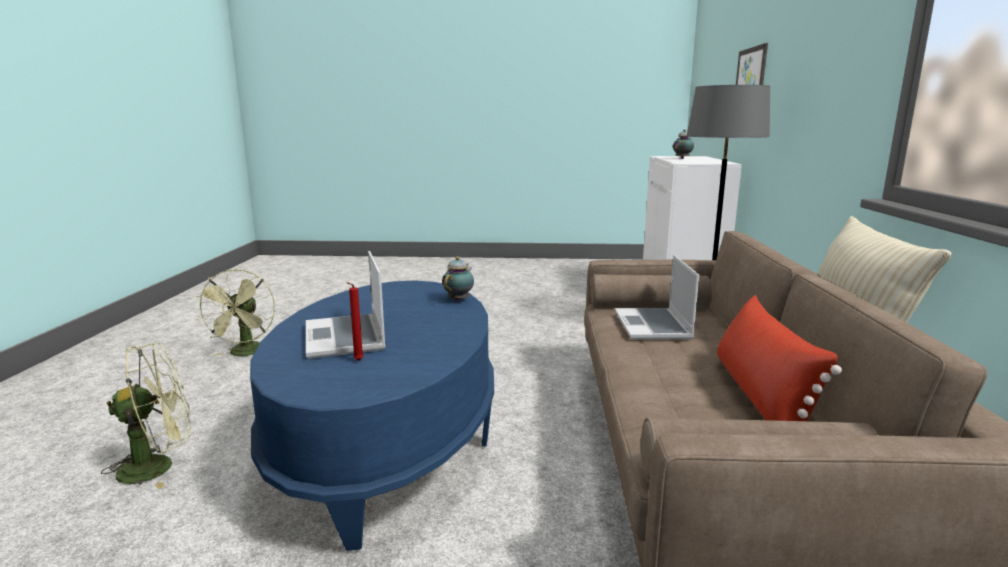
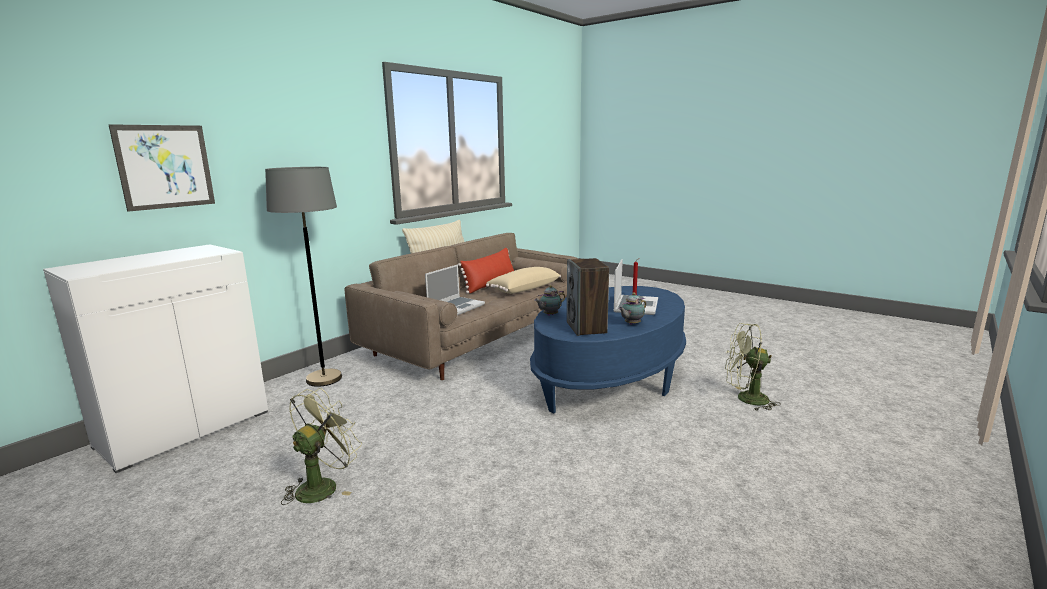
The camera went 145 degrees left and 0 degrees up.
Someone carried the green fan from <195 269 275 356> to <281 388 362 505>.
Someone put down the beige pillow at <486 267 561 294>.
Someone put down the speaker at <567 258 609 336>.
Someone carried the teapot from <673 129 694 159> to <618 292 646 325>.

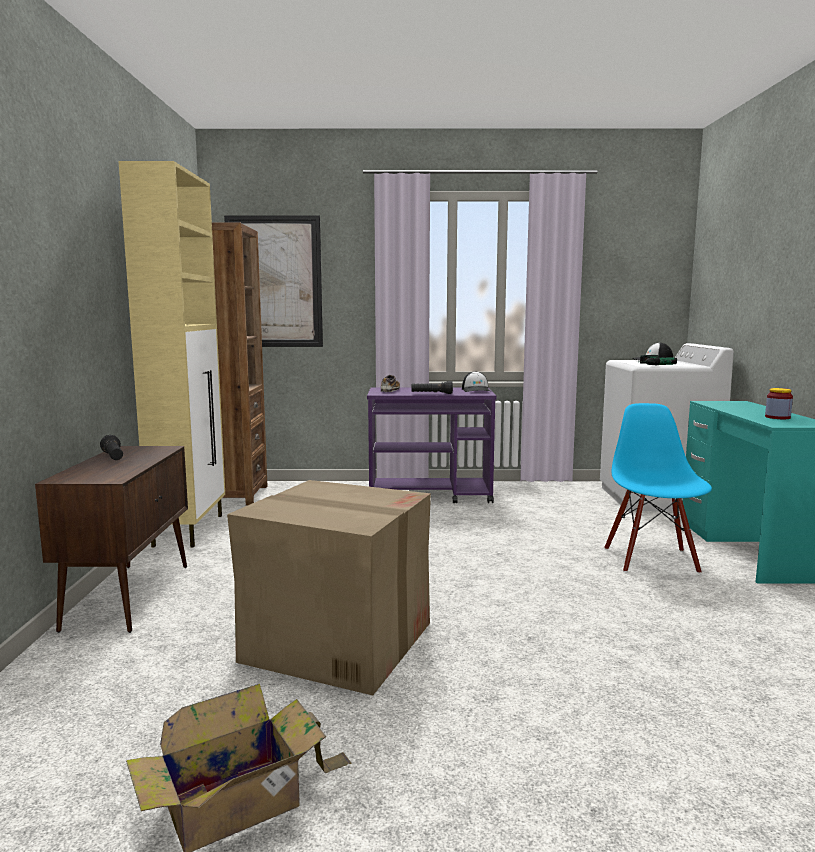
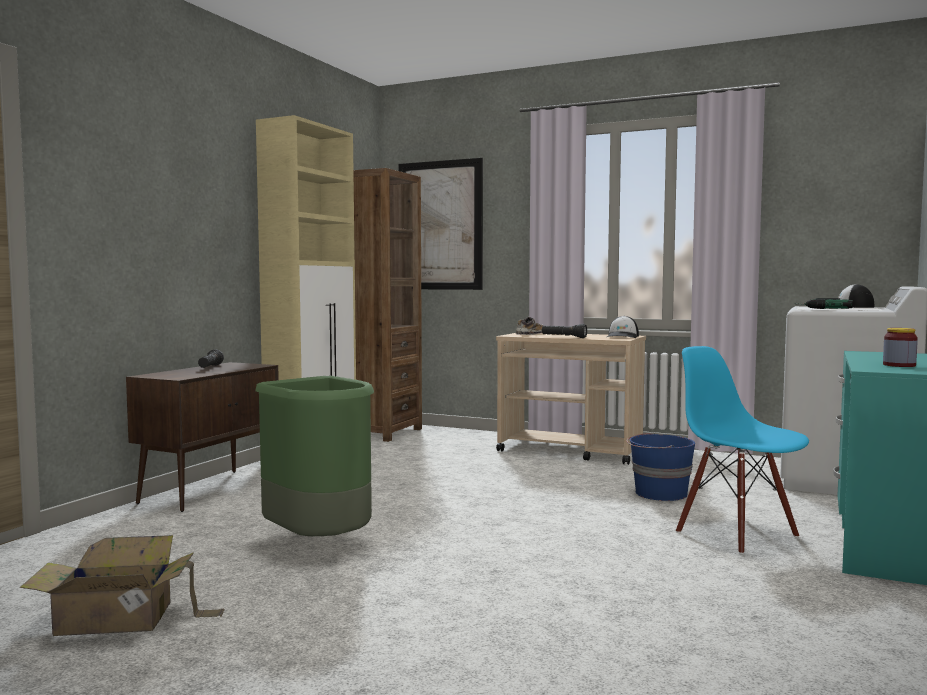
The camera went 25 degrees right and 5 degrees down.
Someone swapped the cardboard box at <227 480 431 695> for the green trash can at <255 376 374 536>.
Someone repainted the purple cart at <367 388 497 503>, which became the beige cart at <496 333 646 465>.
Someone put down the blue bucket at <626 432 695 501>.
Someone rotated the blue chair at <604 403 712 574> by 60 degrees counterclockwise.

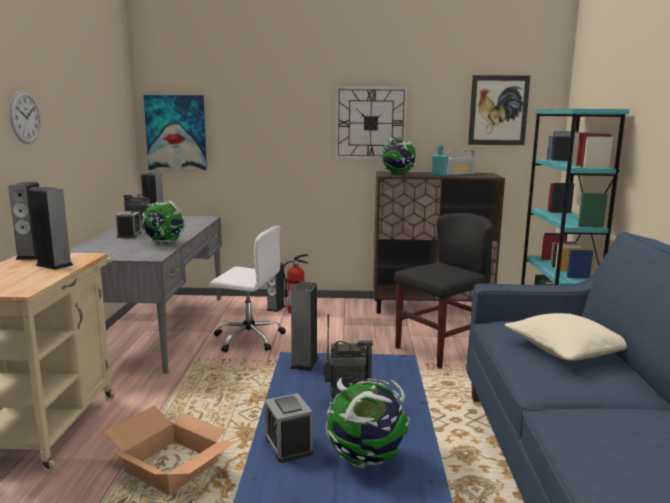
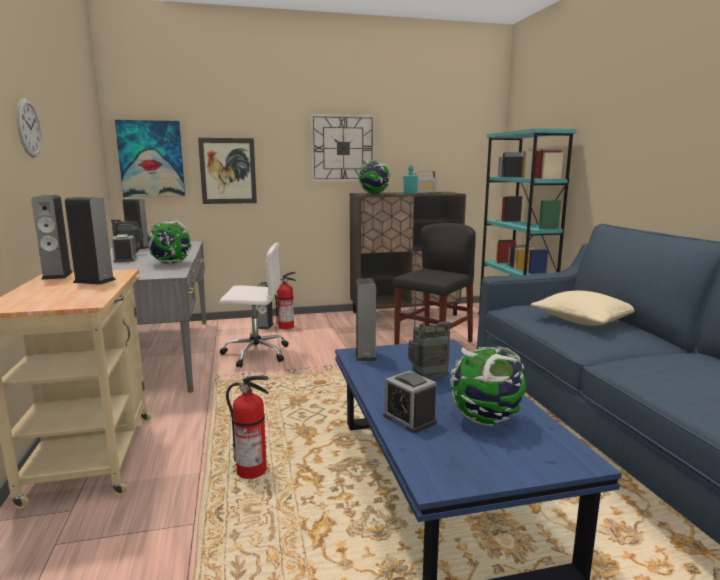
The camera went 15 degrees left and 0 degrees up.
Someone carried the picture from <468 75 530 145> to <198 138 257 204>.
Someone swapped the cardboard box at <104 406 238 495> for the fire extinguisher at <226 376 269 479>.

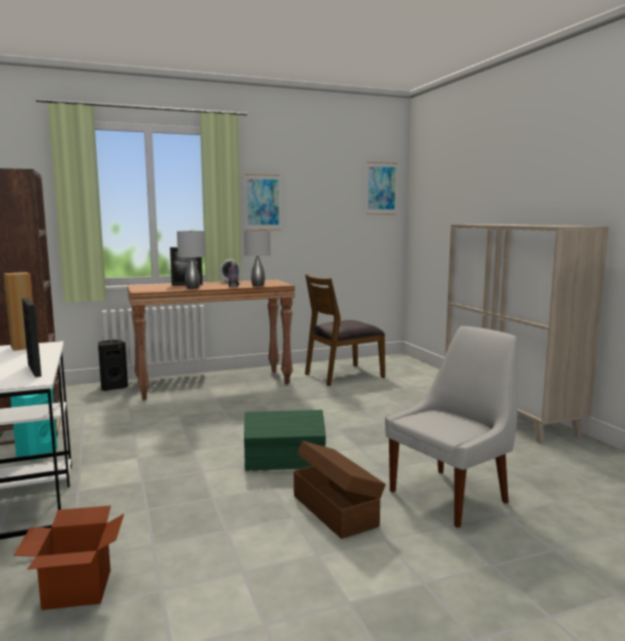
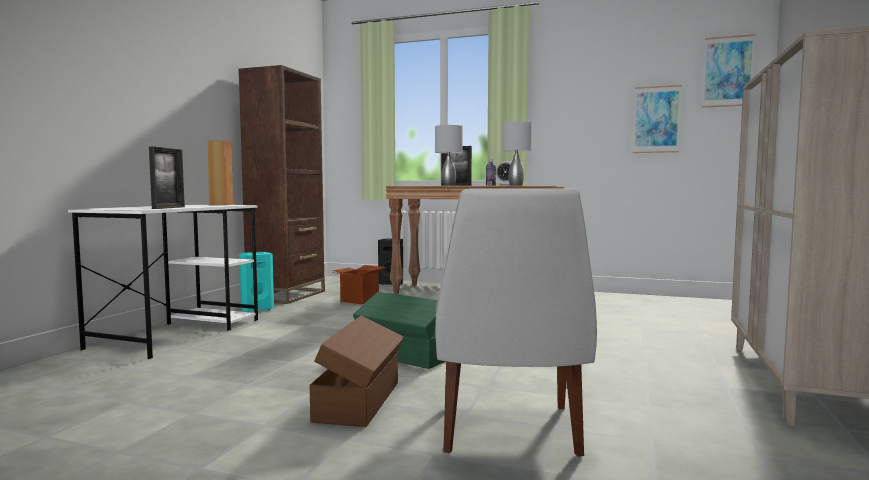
The camera went 40 degrees right and 5 degrees down.
Someone carried the cardboard box from <13 506 124 610> to <333 265 385 305>.
Someone rotated the white chair at <385 326 518 528> by 90 degrees clockwise.
Someone carried the picture from <245 174 281 231> to <633 85 681 153>.
Someone took away the brown chair at <305 274 385 386>.

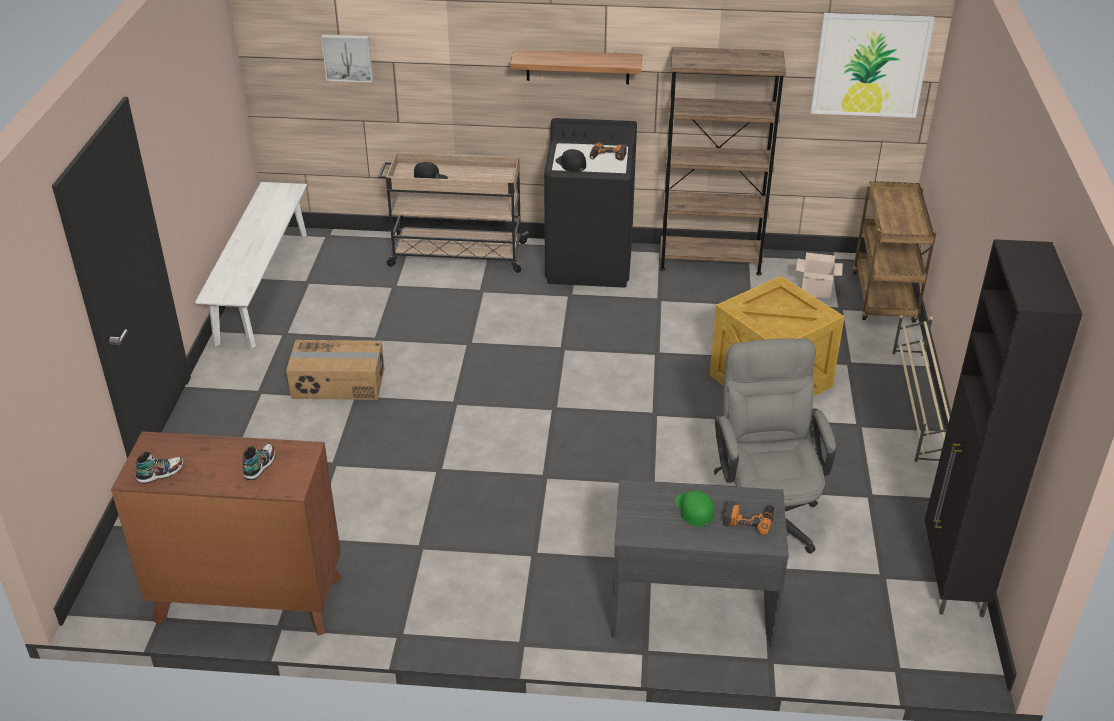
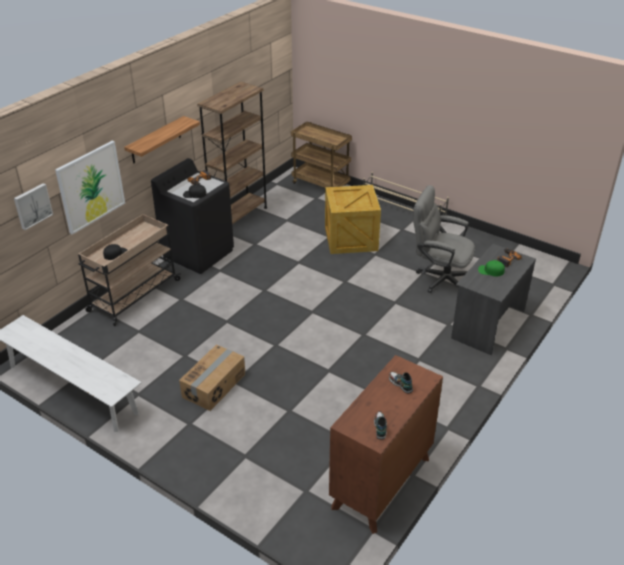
The camera went 60 degrees left and 0 degrees up.
Someone carried the picture from <811 13 934 118> to <55 141 125 235>.
Someone took away the cardboard box at <796 252 843 299>.
Someone took away the black cabinet at <924 239 1082 617>.

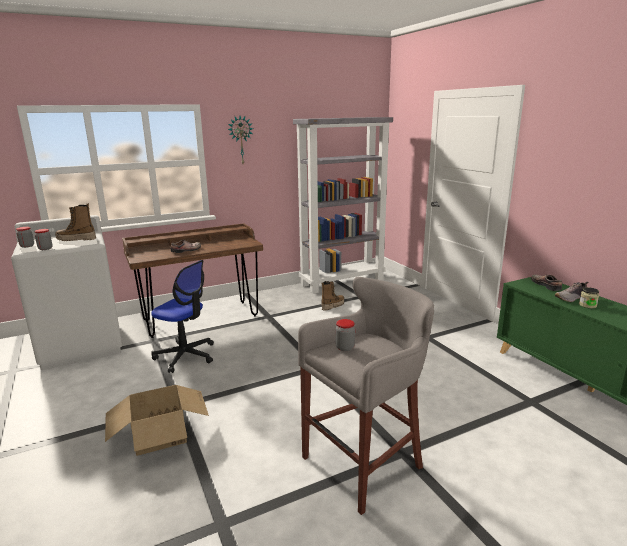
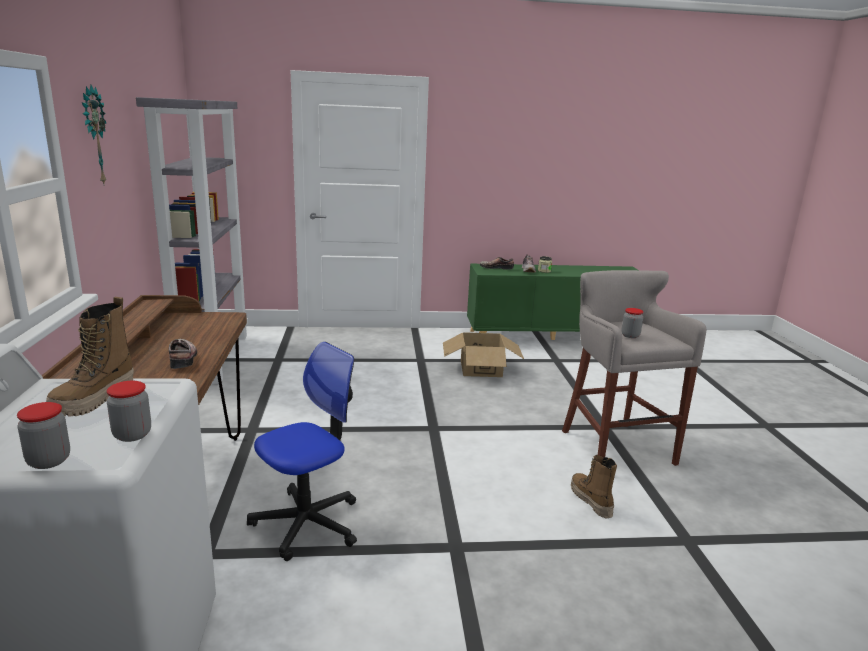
The camera went 70 degrees left and 0 degrees up.
Someone carried the cardboard box from <105 385 209 456> to <443 332 524 377>.
Someone carried the boot from <321 281 344 311> to <571 455 617 519>.

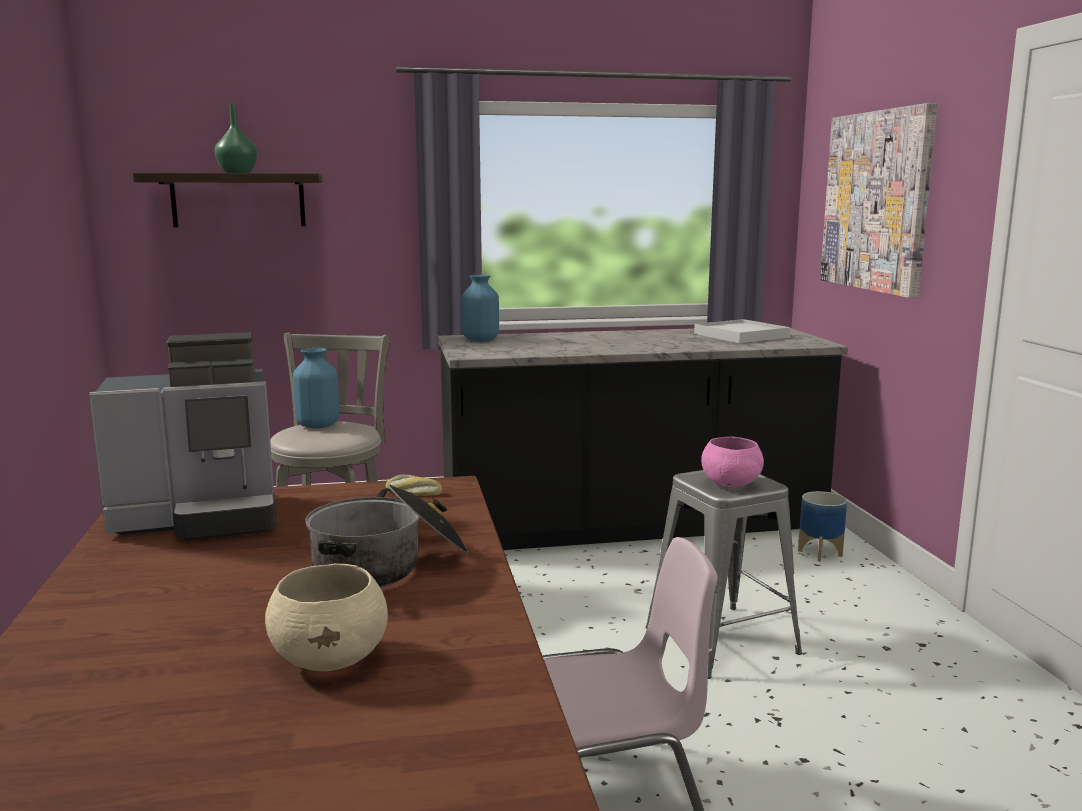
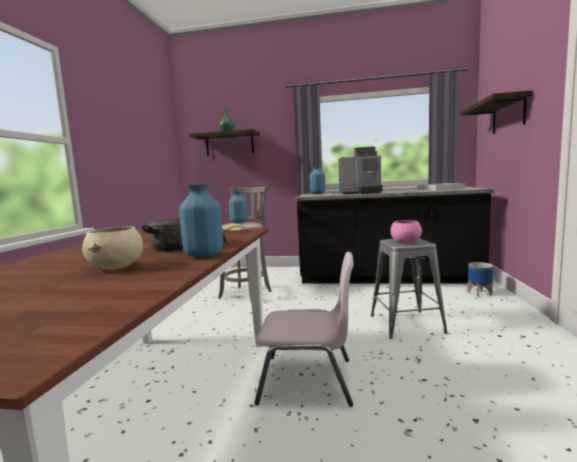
The camera went 20 degrees right and 5 degrees down.
Someone put down the blue vase at <179 184 223 258>.
Someone carried the coffee machine from <89 332 277 541> to <339 147 383 194>.
Someone swapped the picture at <820 103 937 298> for the shelf at <460 90 533 134>.

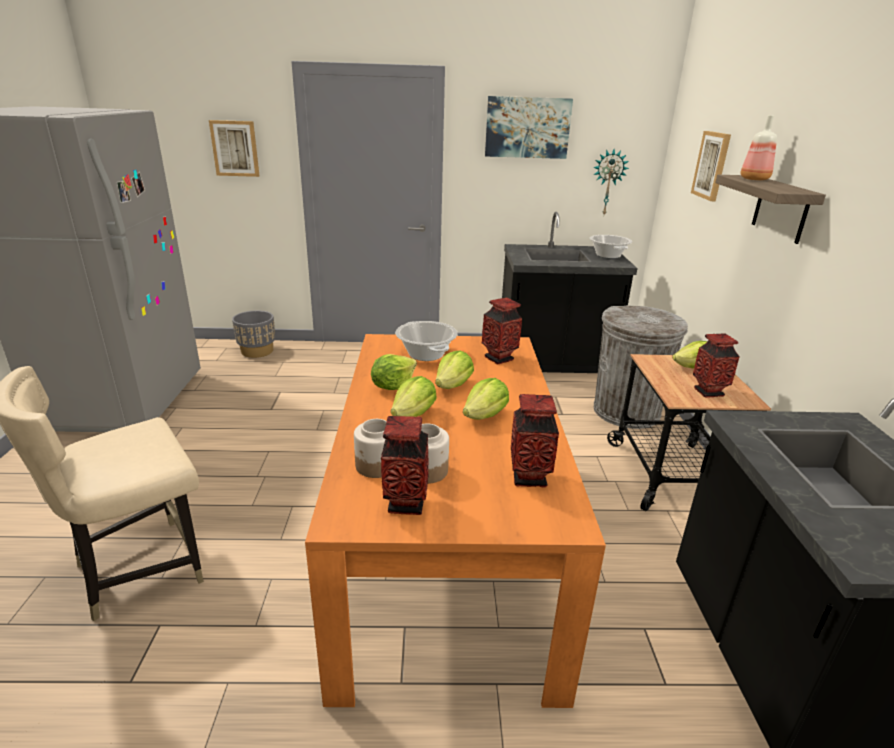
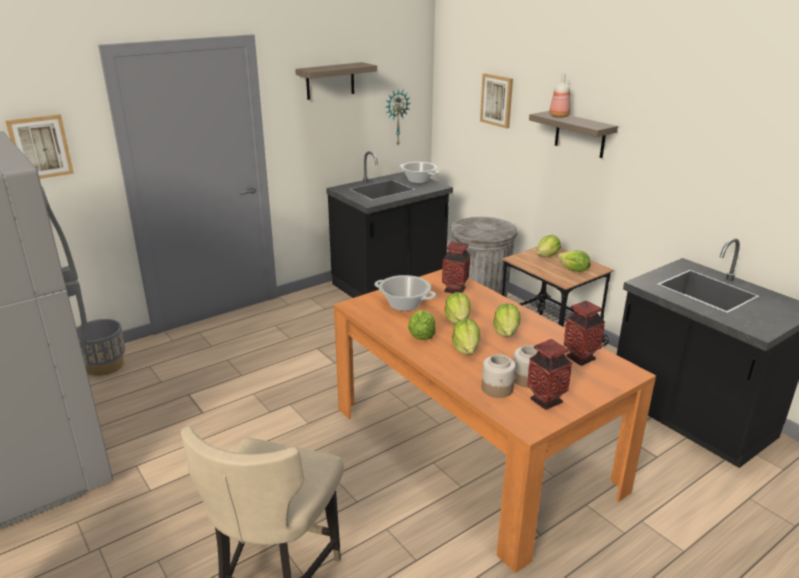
The camera went 35 degrees left and 0 degrees up.
Someone swapped the picture at <485 96 573 159> for the shelf at <295 62 377 100>.
Someone swapped the vase at <693 334 739 398> for the lettuce at <558 250 591 272>.

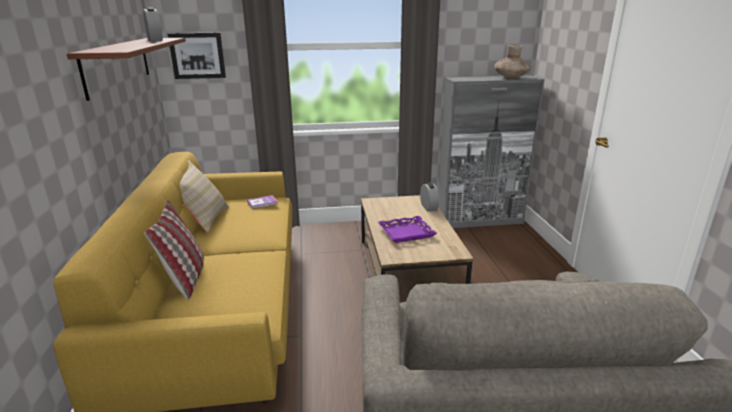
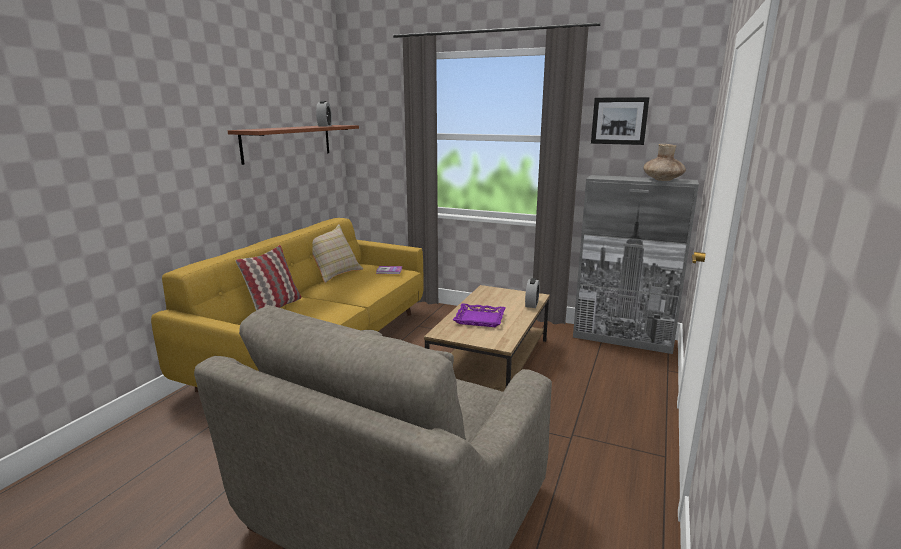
The camera went 30 degrees right and 5 degrees down.
Someone carried the picture from <168 33 226 79> to <591 97 650 145>.

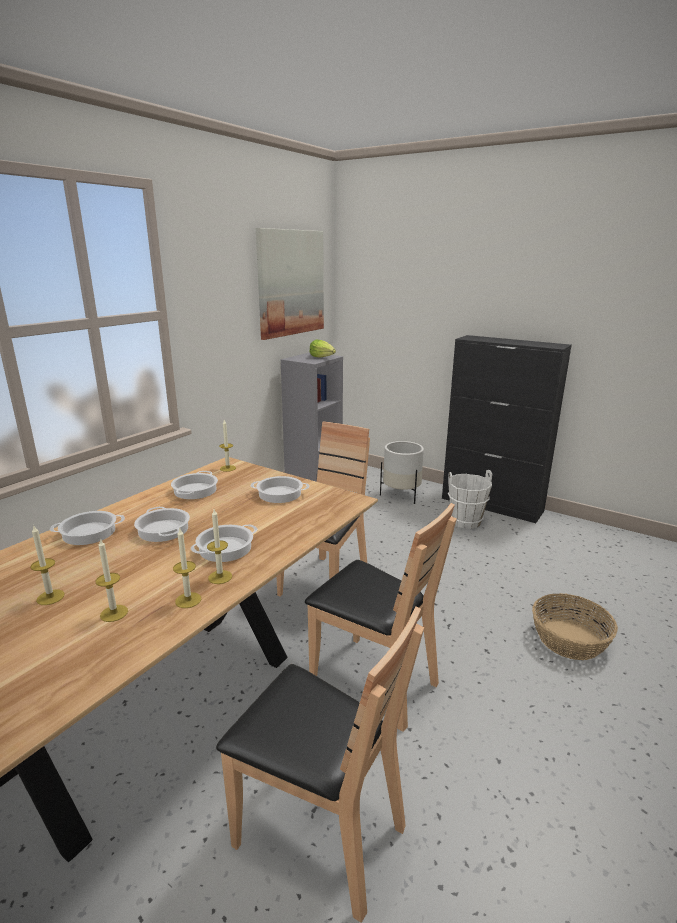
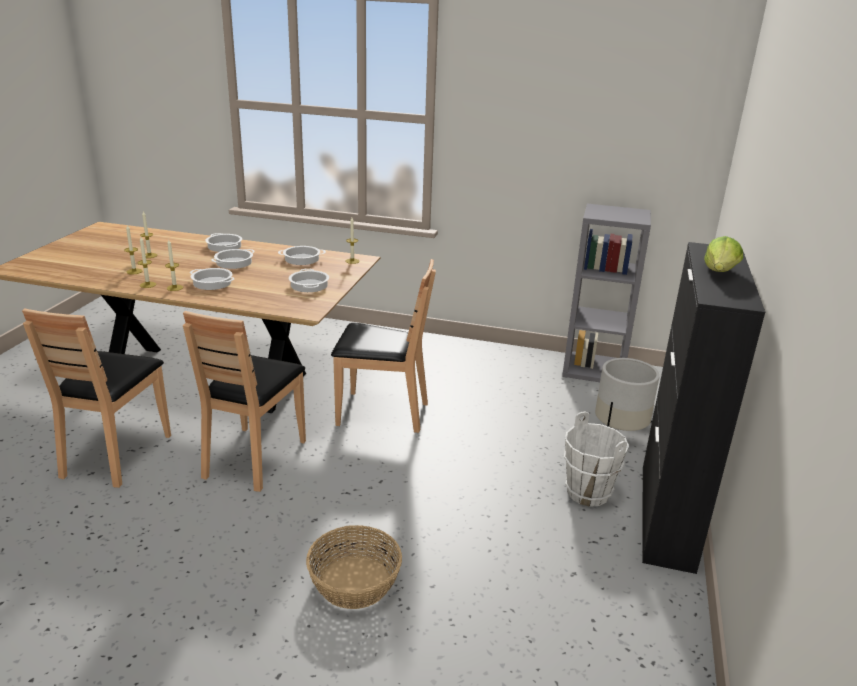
The camera went 70 degrees right and 5 degrees up.
Someone carried the lettuce from <309 340 336 358> to <704 236 743 272>.
Someone took away the picture at <256 228 324 340>.

